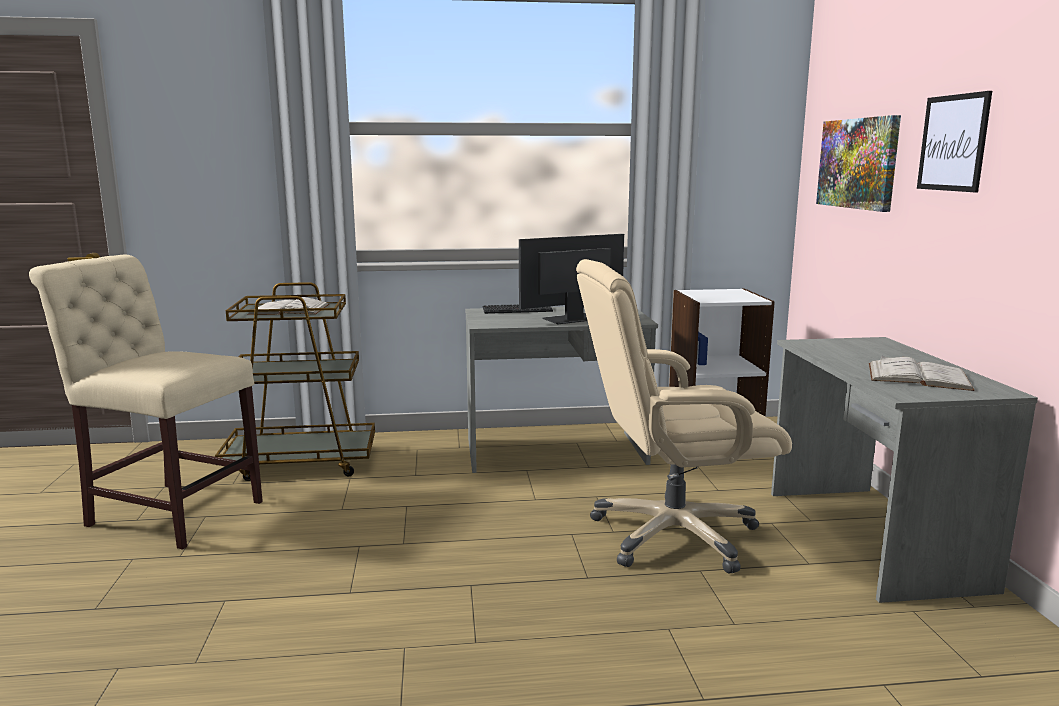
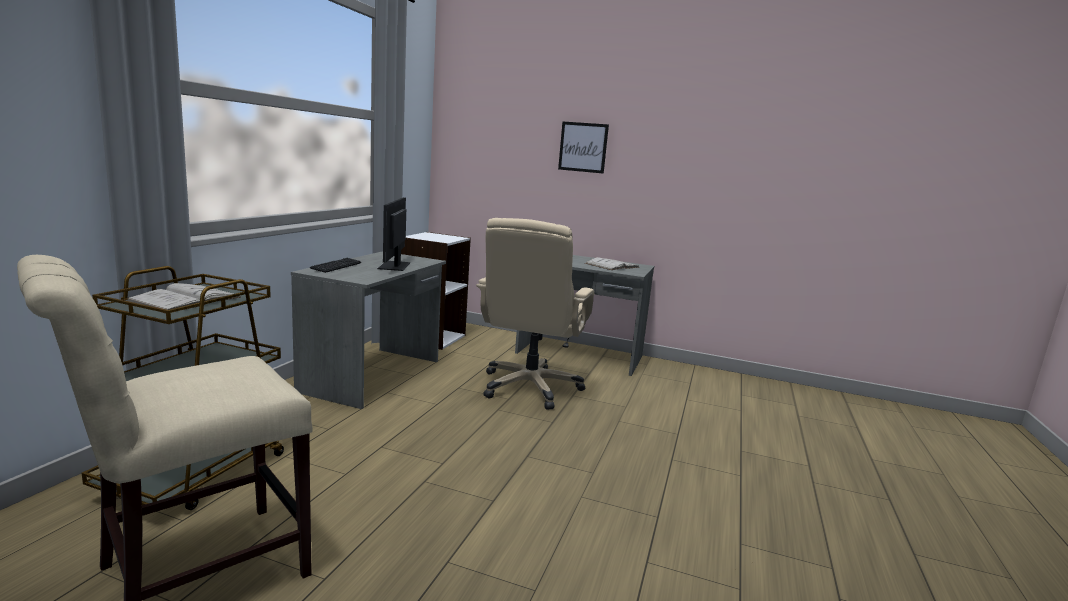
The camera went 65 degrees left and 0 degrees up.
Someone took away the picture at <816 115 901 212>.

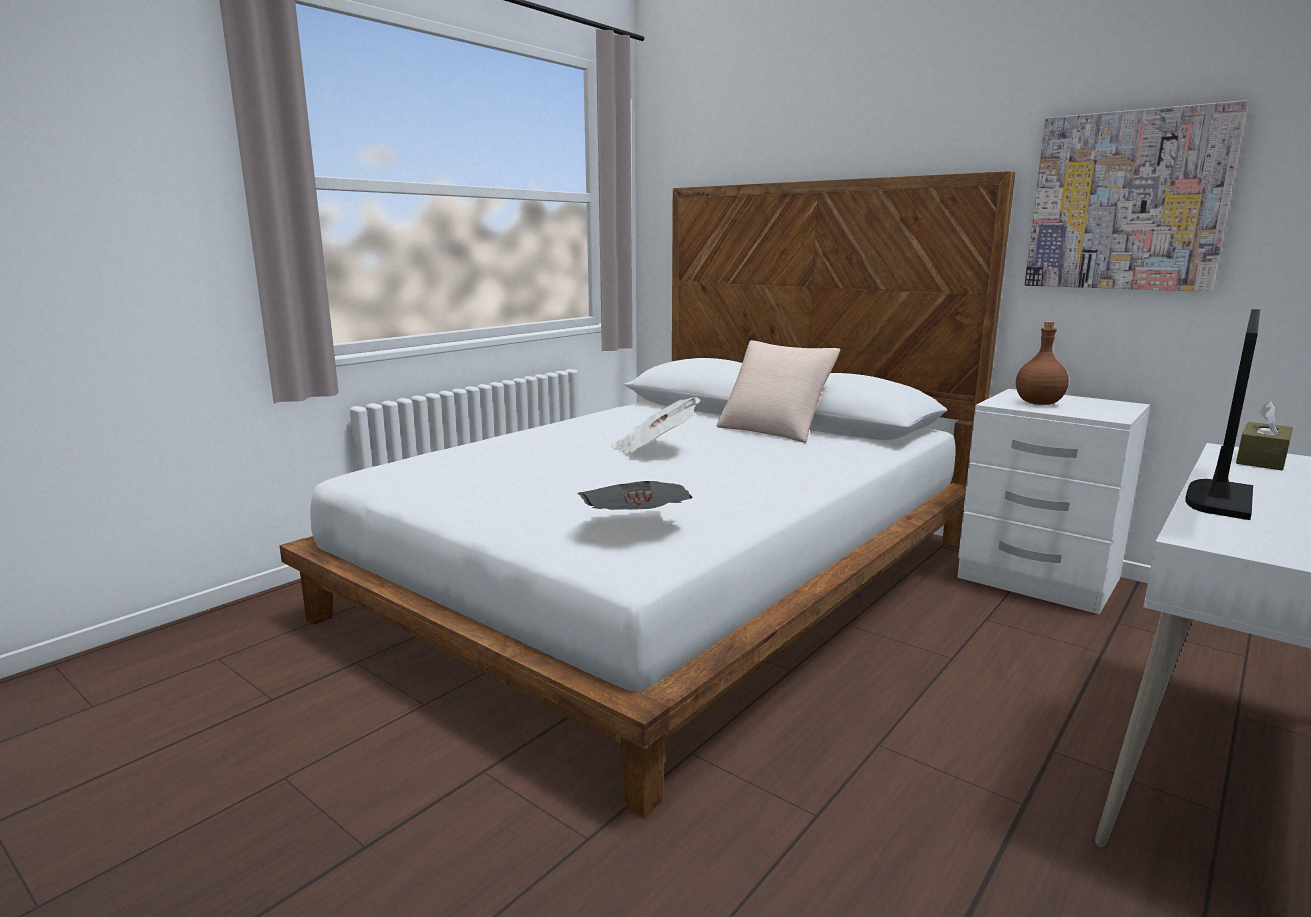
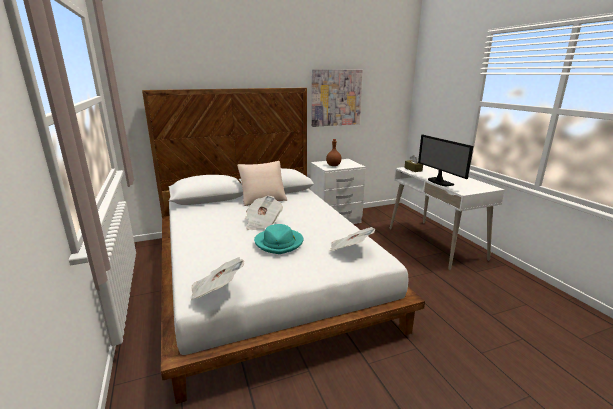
The camera went 60 degrees left and 5 degrees up.
Someone put down the newspaper at <191 257 244 300>.
Someone put down the turquoise hat at <254 224 304 254>.

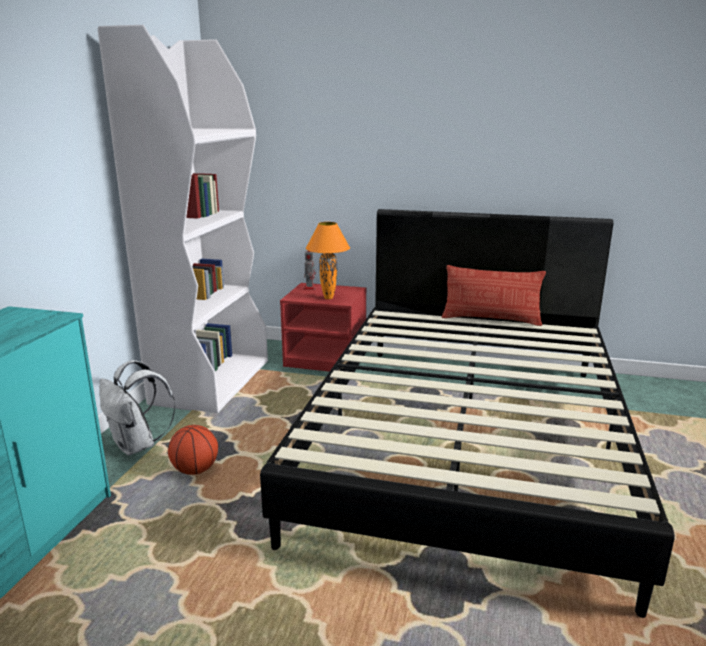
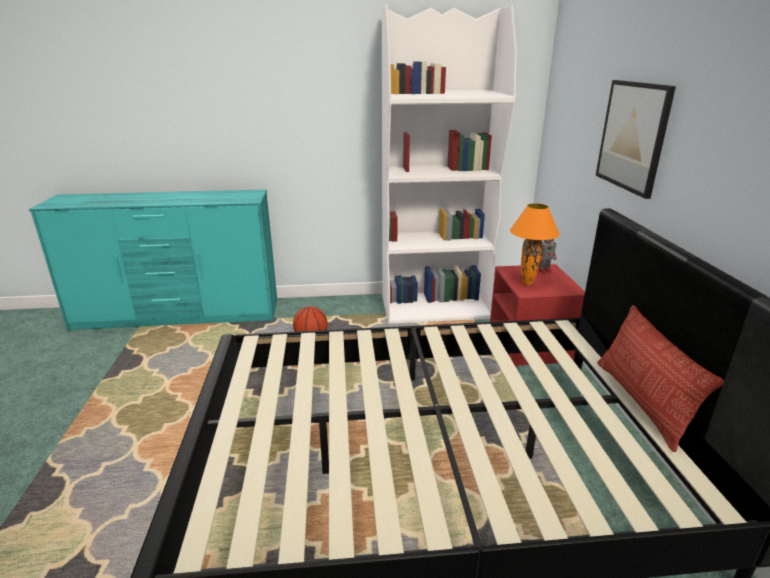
The camera went 70 degrees right and 5 degrees up.
Someone put up the picture at <596 80 676 199>.
Someone took away the white backpack at <99 360 176 455>.

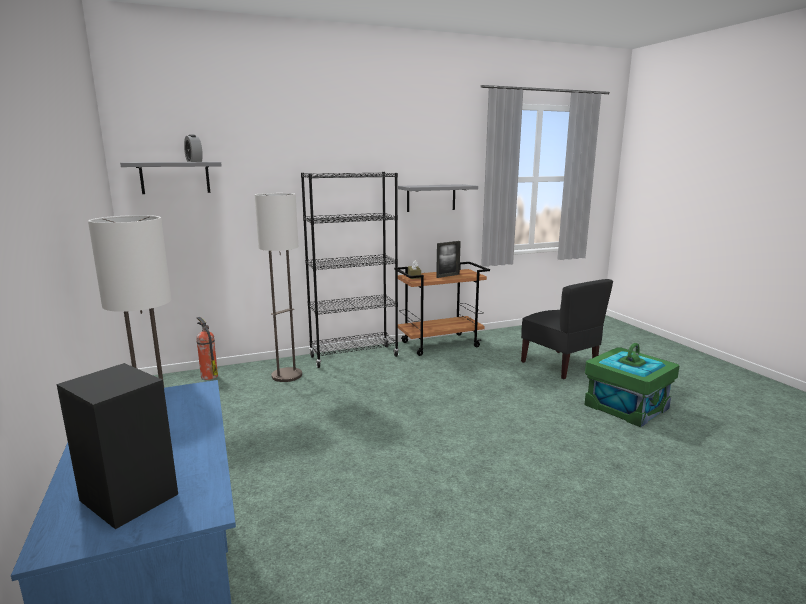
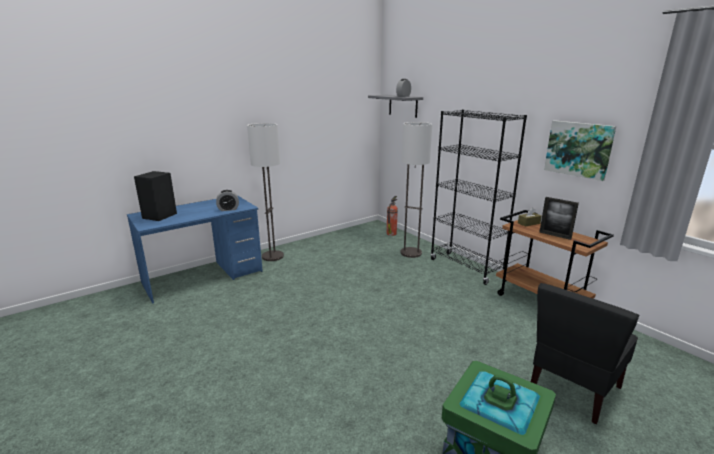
The camera went 75 degrees right and 5 degrees up.
Someone put down the alarm clock at <216 190 239 211>.
Someone swapped the grey shelf at <398 184 478 212> for the picture at <544 120 616 181>.

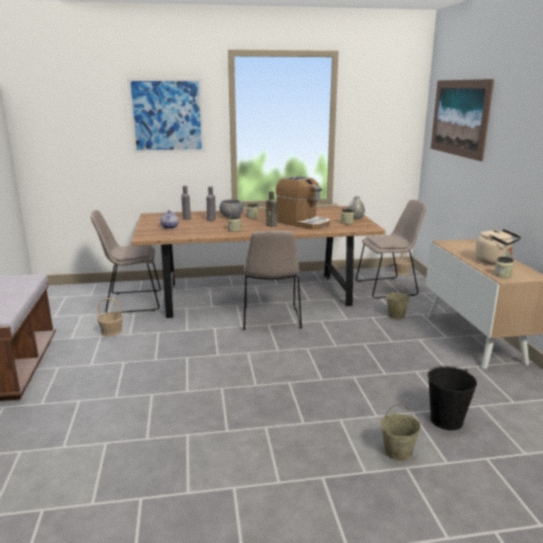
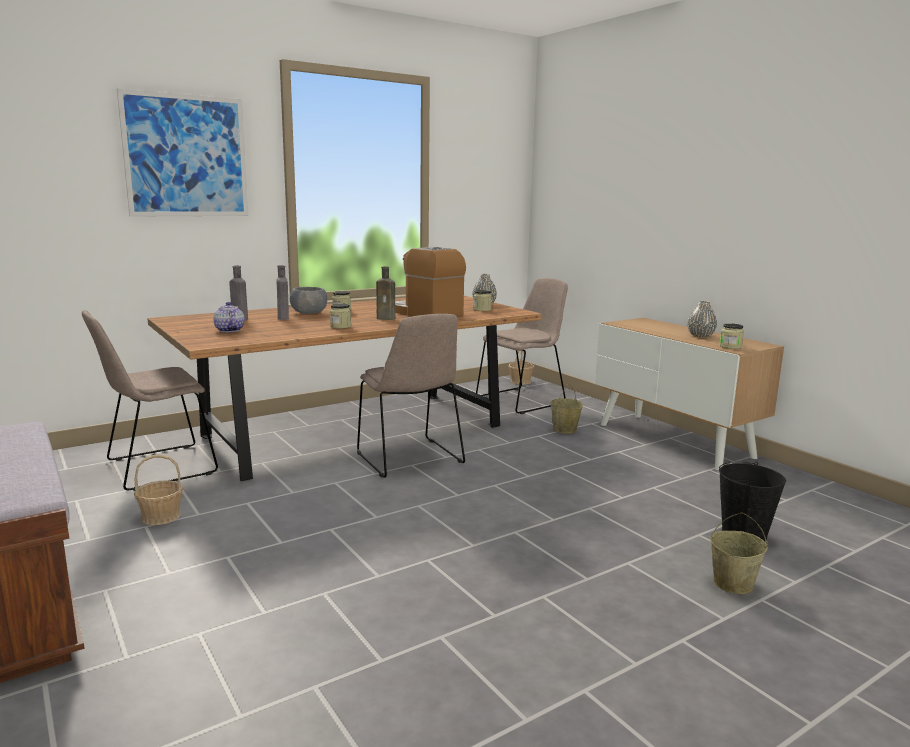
The camera went 25 degrees left and 5 degrees down.
Someone rotated the coffee machine at <276 176 330 230> by 150 degrees counterclockwise.
Someone swapped the beige kettle at <475 229 521 265> for the grey vase at <688 301 717 337>.
Someone took away the picture at <431 79 494 161>.

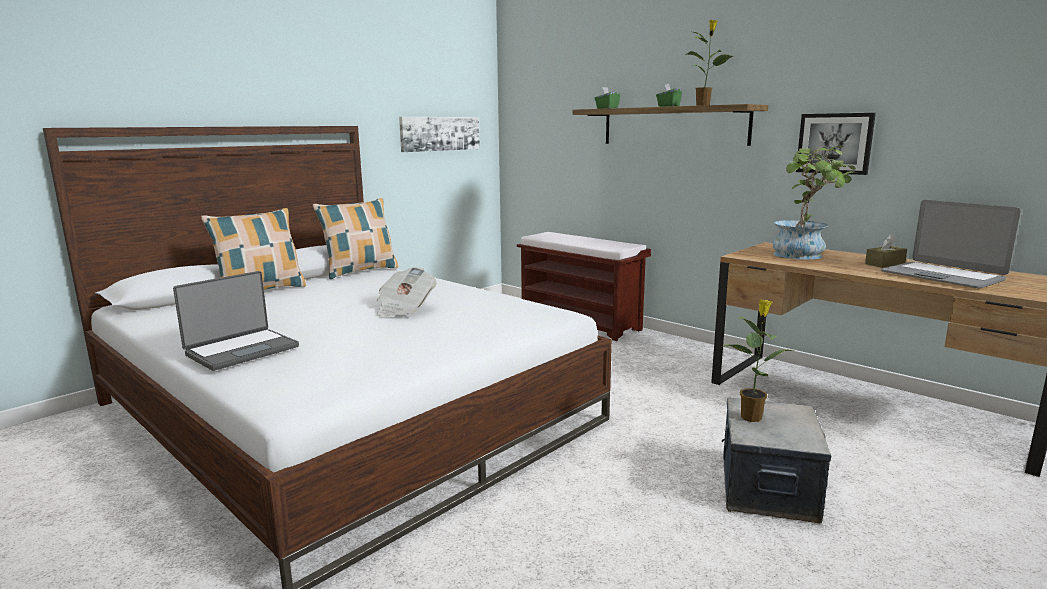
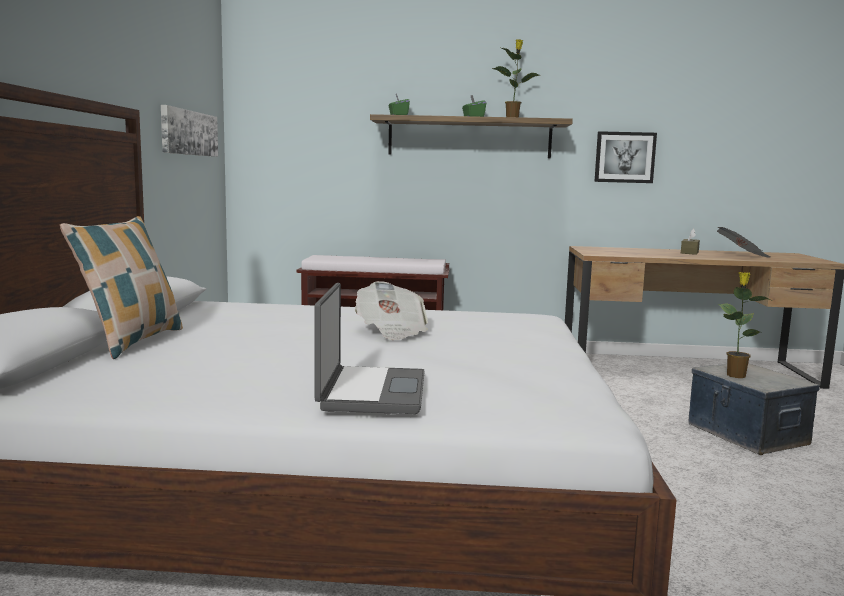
The camera went 40 degrees left and 5 degrees down.
Someone swapped the laptop at <881 200 1021 288> for the newspaper at <717 227 770 257>.
Someone took away the pillow at <313 198 398 279>.
Someone took away the potted plant at <772 145 856 260>.

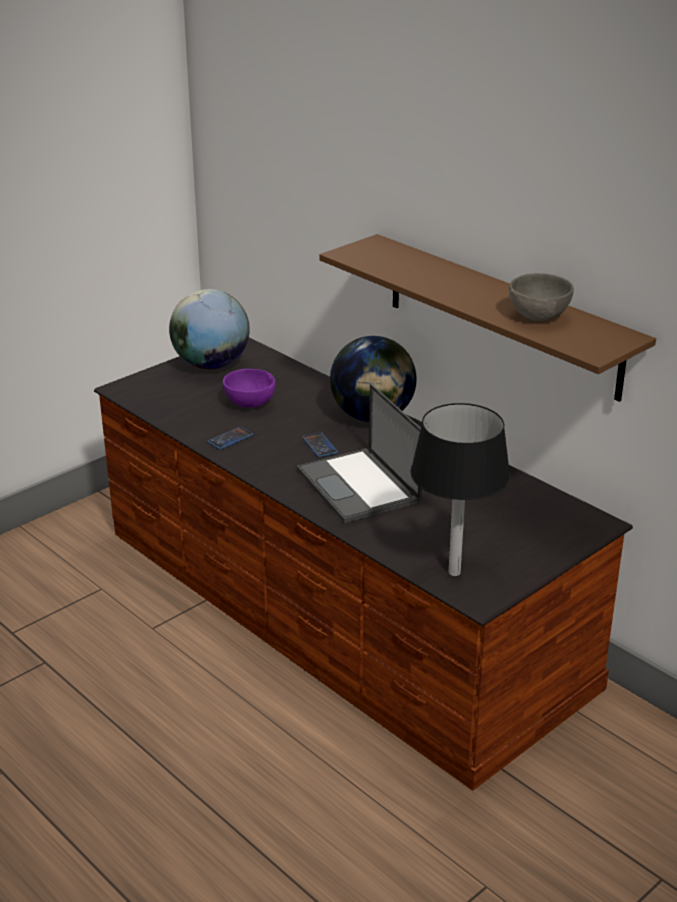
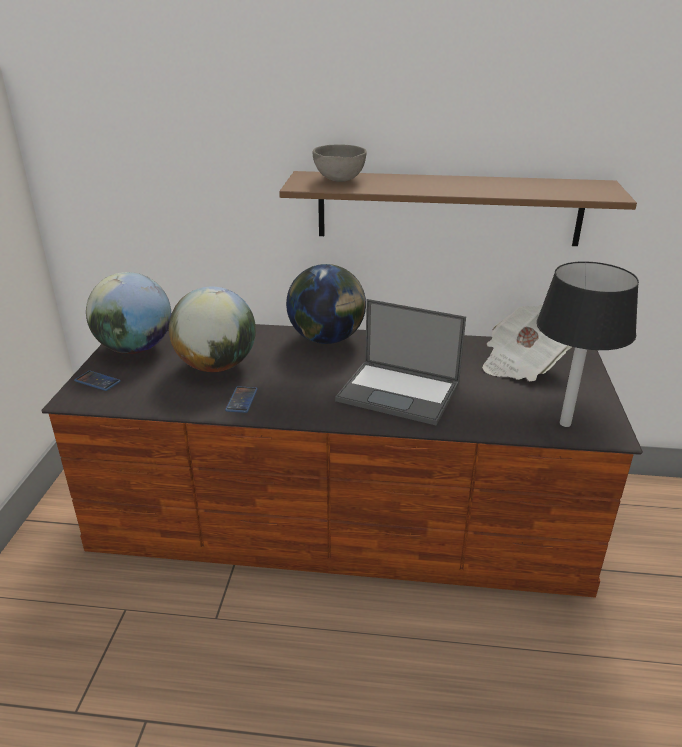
The camera went 40 degrees left and 0 degrees up.
Someone carried the phone from <302 432 338 458> to <74 371 121 391>.
Someone swapped the purple bowl at <223 369 275 408> for the globe at <169 287 256 372>.
Someone carried the grey bowl from <509 273 574 321> to <313 145 367 182>.
Someone put down the newspaper at <482 305 572 381>.

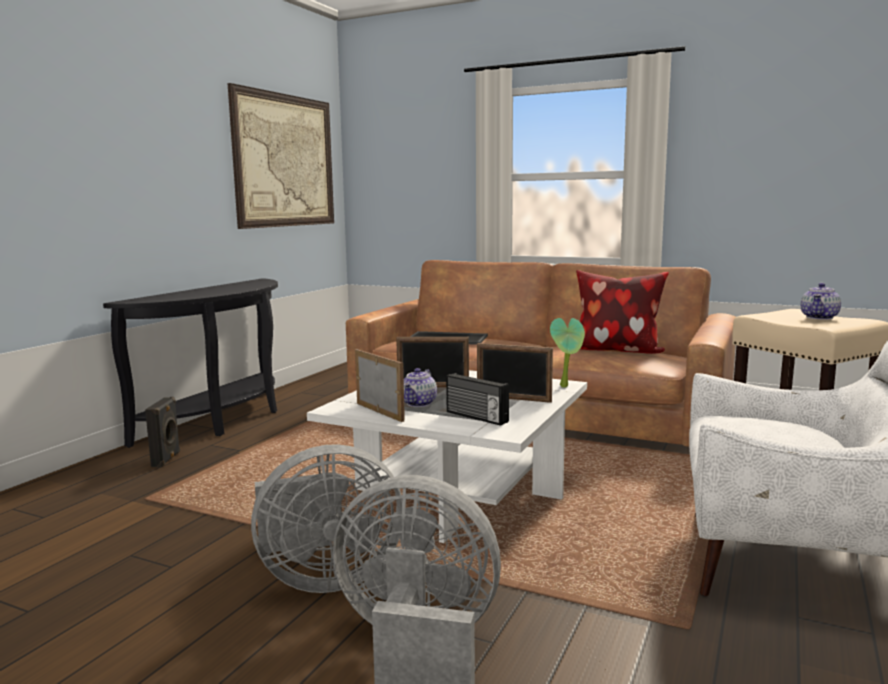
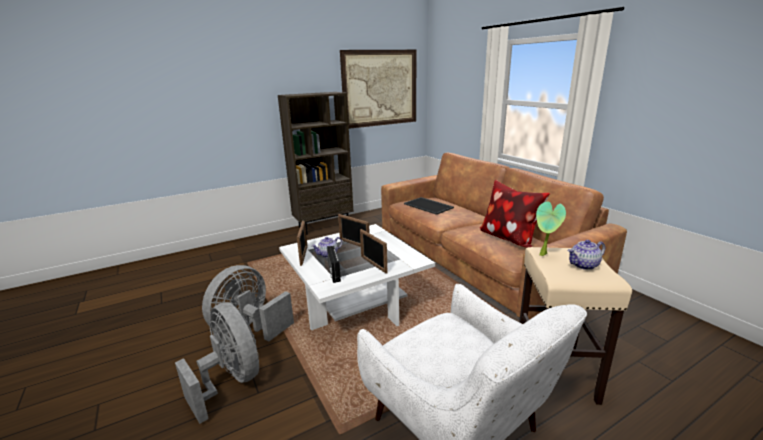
The camera went 35 degrees right and 10 degrees up.
Someone rotated the grey fan at <251 444 402 593> by 105 degrees clockwise.
Someone swapped the black console table at <103 278 278 448> for the brown bookcase at <278 92 354 235>.
Someone carried the potted plant from <550 318 585 388> to <536 202 566 256>.
Someone took away the black speaker at <145 397 180 468>.

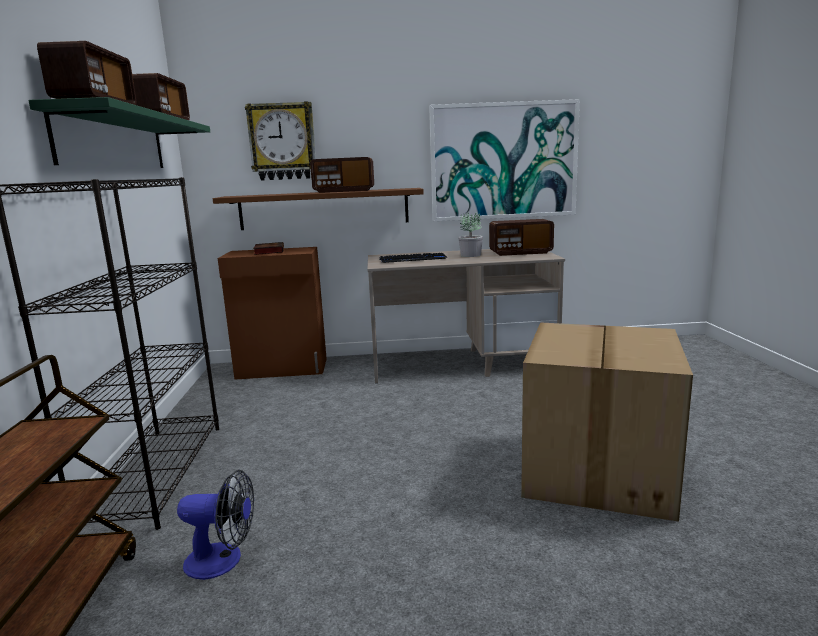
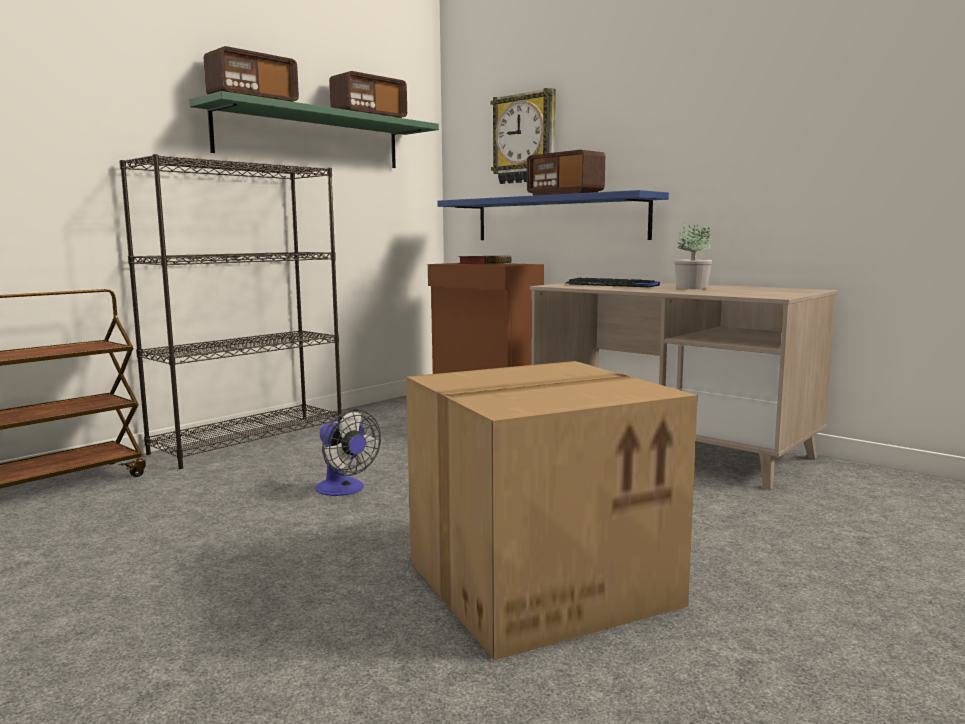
The camera went 45 degrees right and 5 degrees down.
Someone carried the fan from <177 470 254 580> to <316 409 381 496>.
Someone repainted the brown shelf at <213 188 424 230>, which became the blue shelf at <438 190 669 240>.
Someone took away the picture at <429 99 580 221>.
Someone took away the radio at <489 219 554 256>.

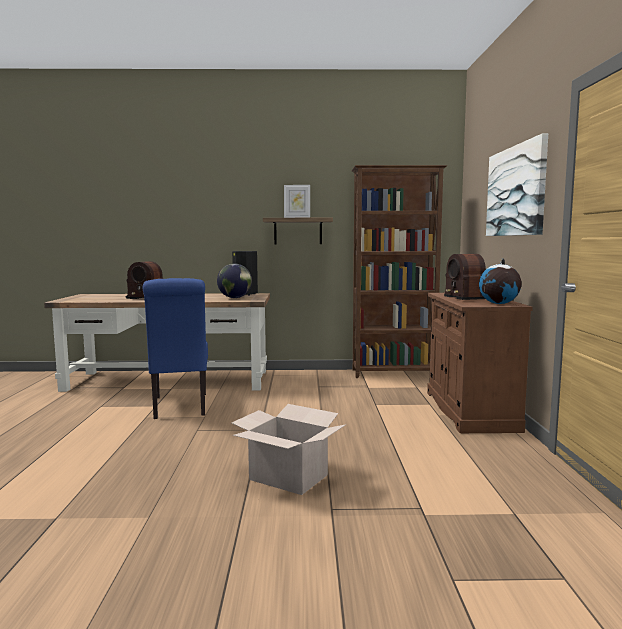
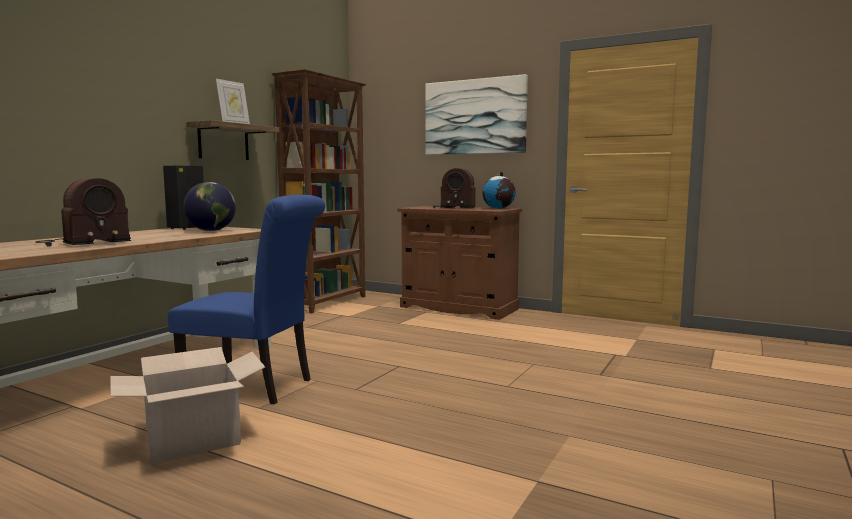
The camera went 60 degrees left and 0 degrees up.
Someone carried the cardboard box from <232 404 345 495> to <110 347 265 463>.

